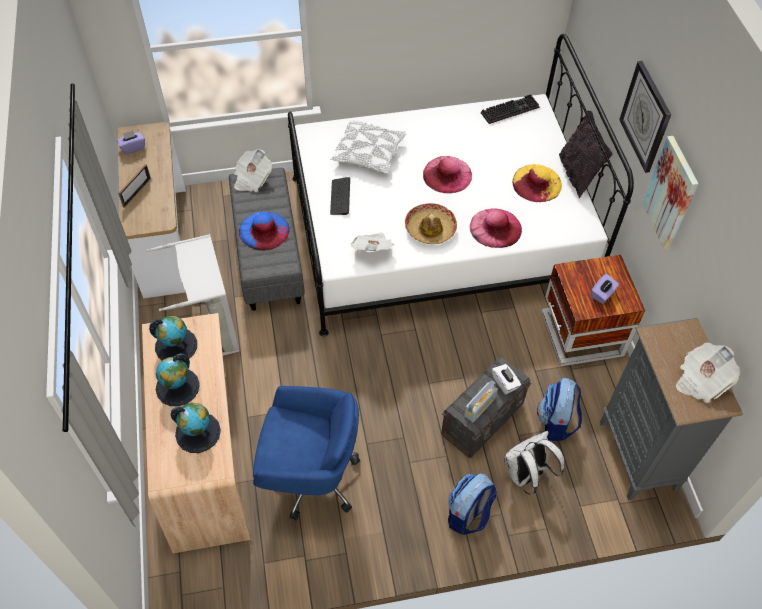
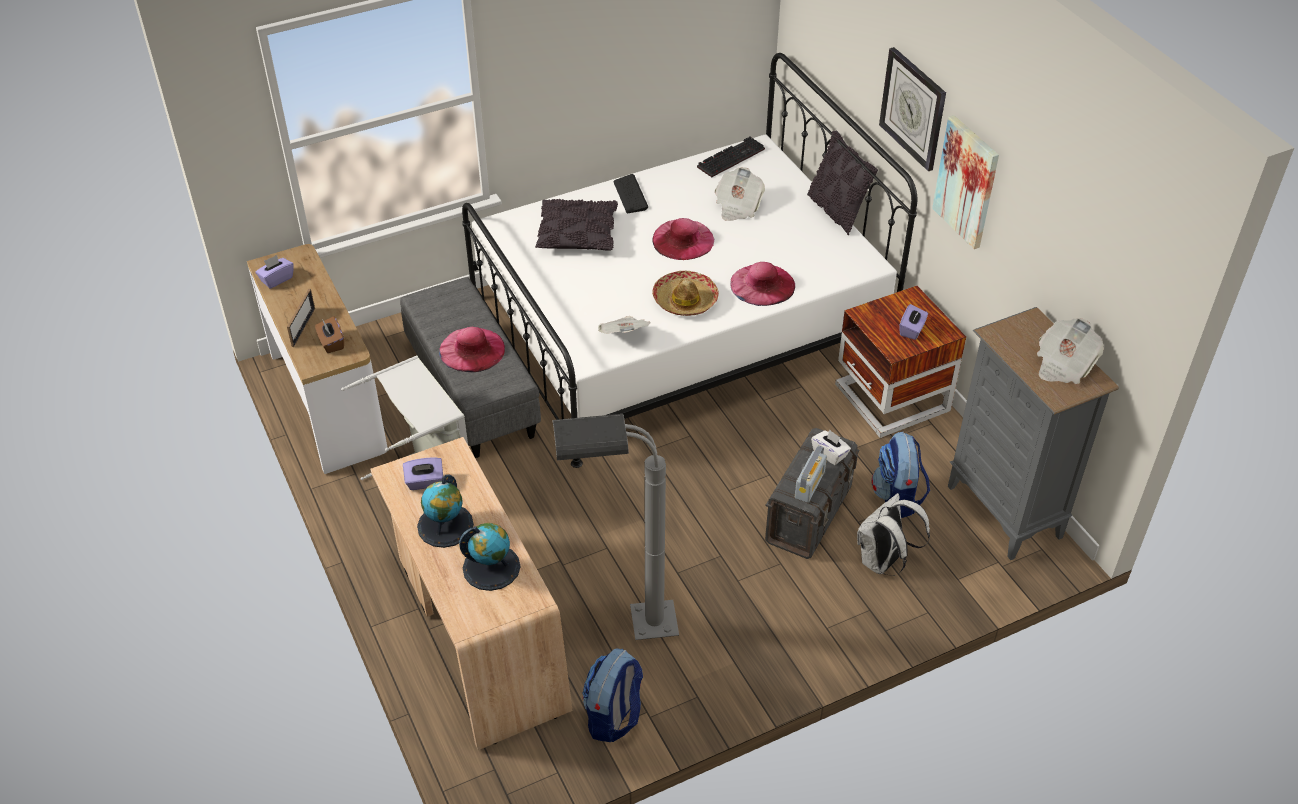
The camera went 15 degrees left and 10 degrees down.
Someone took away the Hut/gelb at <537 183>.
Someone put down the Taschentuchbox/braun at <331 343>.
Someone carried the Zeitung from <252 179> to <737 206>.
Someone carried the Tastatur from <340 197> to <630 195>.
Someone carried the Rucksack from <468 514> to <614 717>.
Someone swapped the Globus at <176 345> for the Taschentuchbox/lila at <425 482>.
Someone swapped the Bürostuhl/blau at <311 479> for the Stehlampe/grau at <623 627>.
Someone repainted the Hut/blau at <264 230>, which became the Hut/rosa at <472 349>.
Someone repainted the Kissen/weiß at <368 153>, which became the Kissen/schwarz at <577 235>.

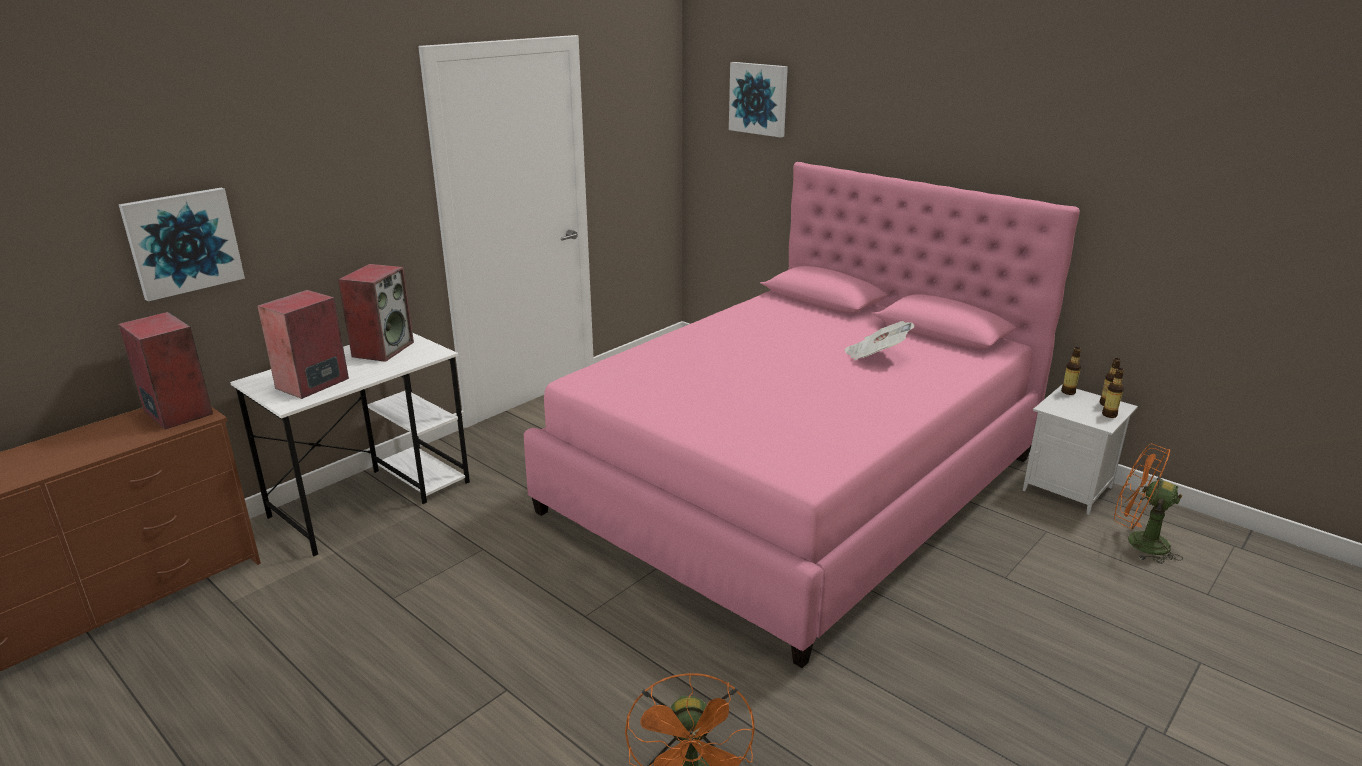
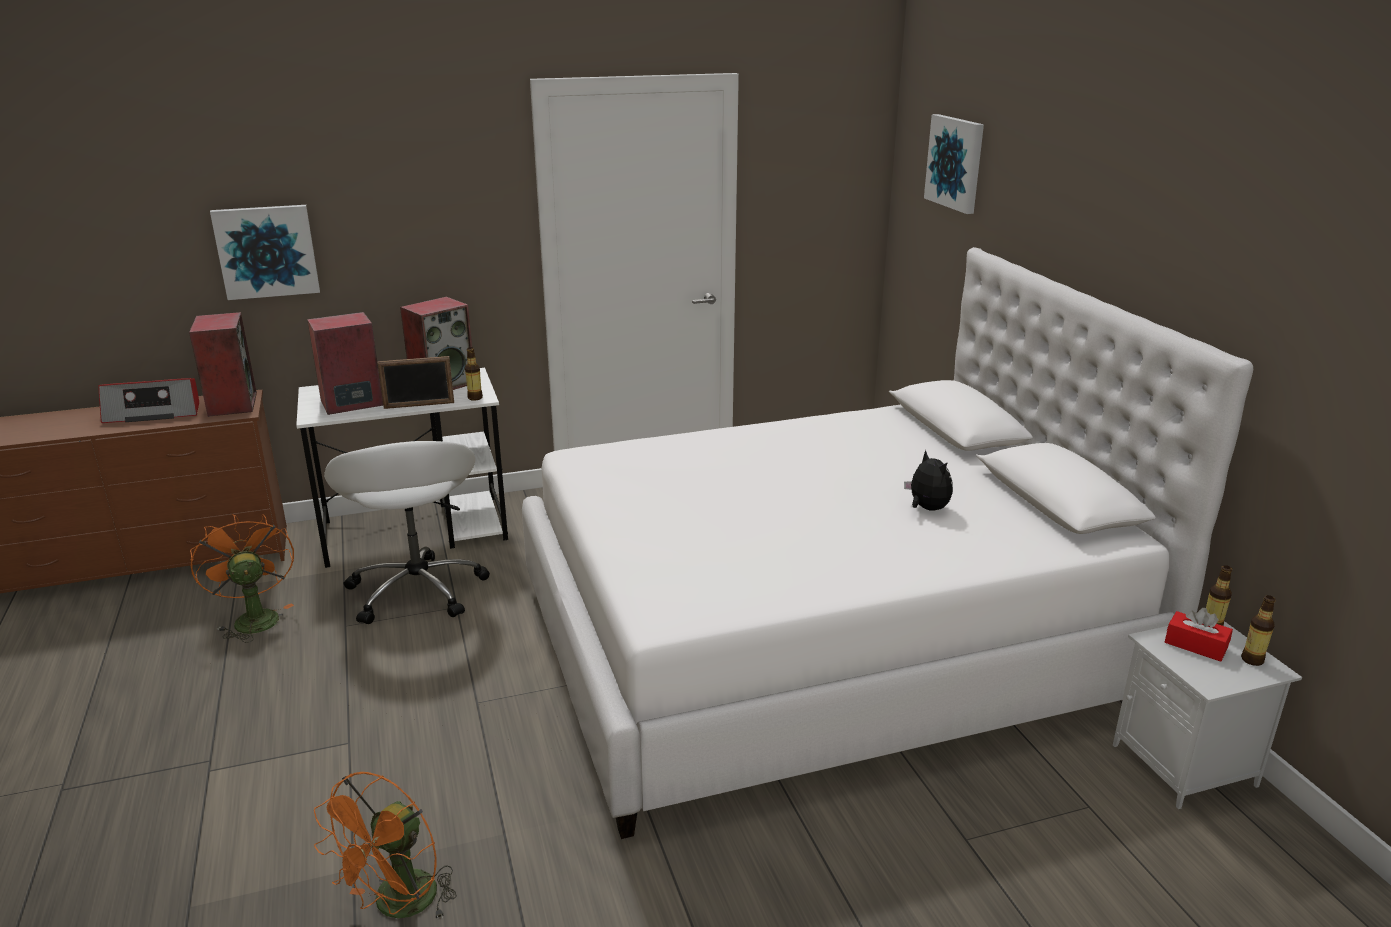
The camera went 30 degrees right and 0 degrees up.
Someone put down the Radio at <154 412>.
Someone put down the Bürostuhl/weiß at <417 593>.
Someone put down the Bilderrahmen at <419 405>.
Someone put down the Taschentuchbox/rot at <1195 645>.
Someone carried the Flasche from <1109 415> to <475 398>.
Someone carried the Ventilator/orange from <1138 542> to <253 617>.
Someone swapped the Zeitung at <875 356> for the Plüschtier at <926 508>.
Someone repainted the Bett/rosa at <794 484>, which became the Bett/weiß at <822 642>.

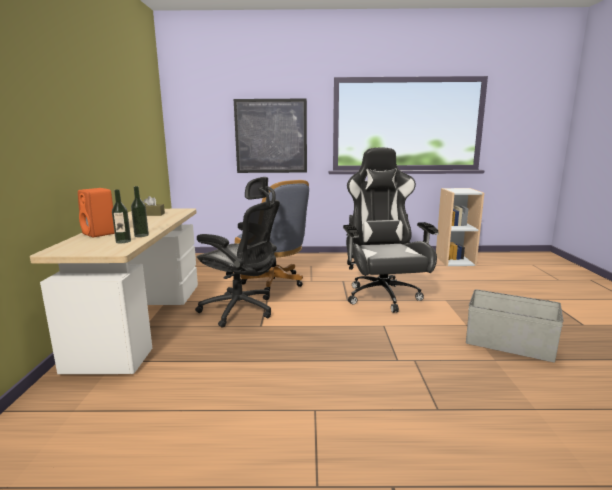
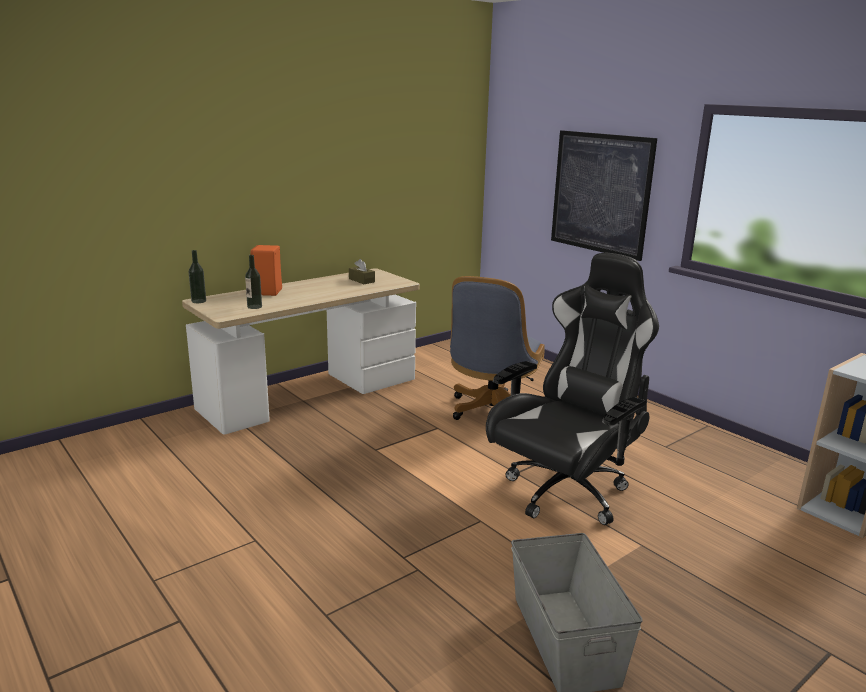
The camera went 50 degrees right and 5 degrees up.
Someone took away the Bürostuhl at <241 310>.
Someone carried the Flasche from <141 235> to <198 301>.

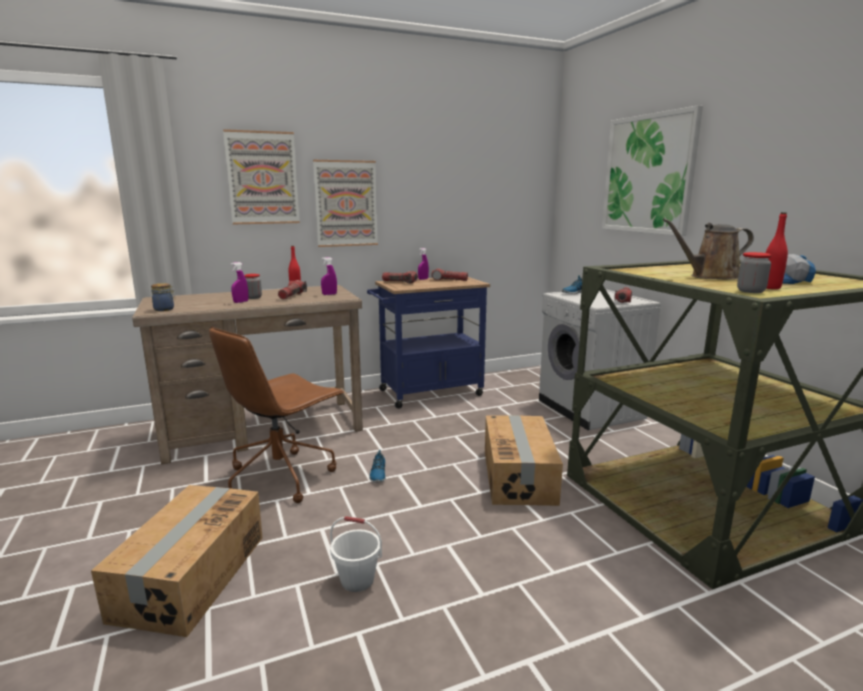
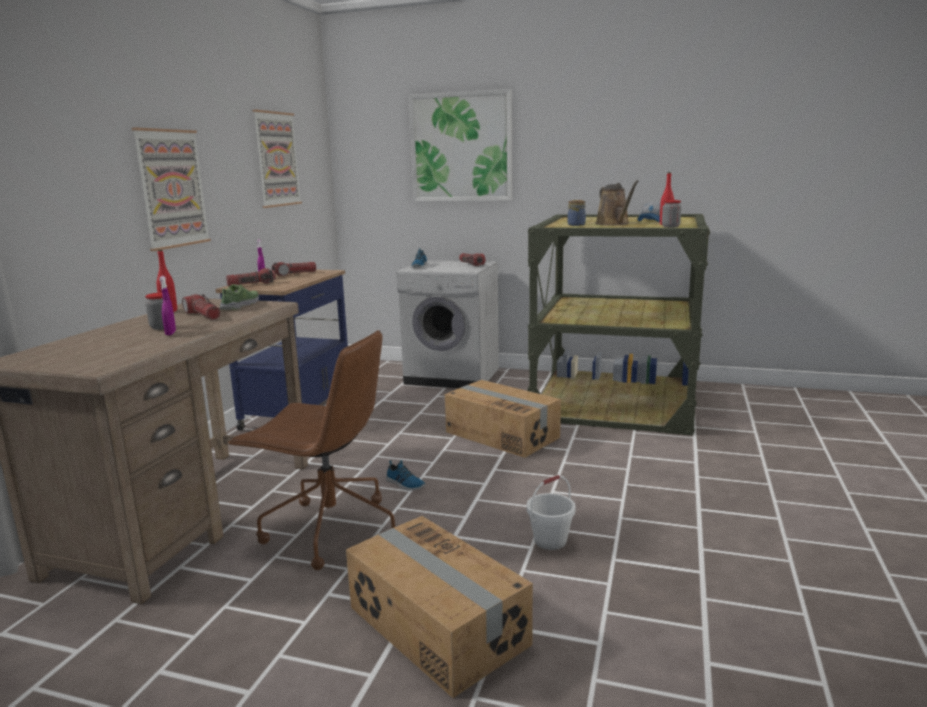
The camera went 50 degrees left and 0 degrees up.
Someone carried the Vorratsglas from <165 309> to <576 225>.
Someone carried the Bild from <262 178> to <277 159>.
Someone swapped the Sprühflasche/lila at <329 294> for the Schuh at <241 306>.
Someone rotated the Bürostuhl/braun at <284 476> by 60 degrees counterclockwise.
Someone rotated the Gießkanne/braun at <710 277> by 45 degrees counterclockwise.

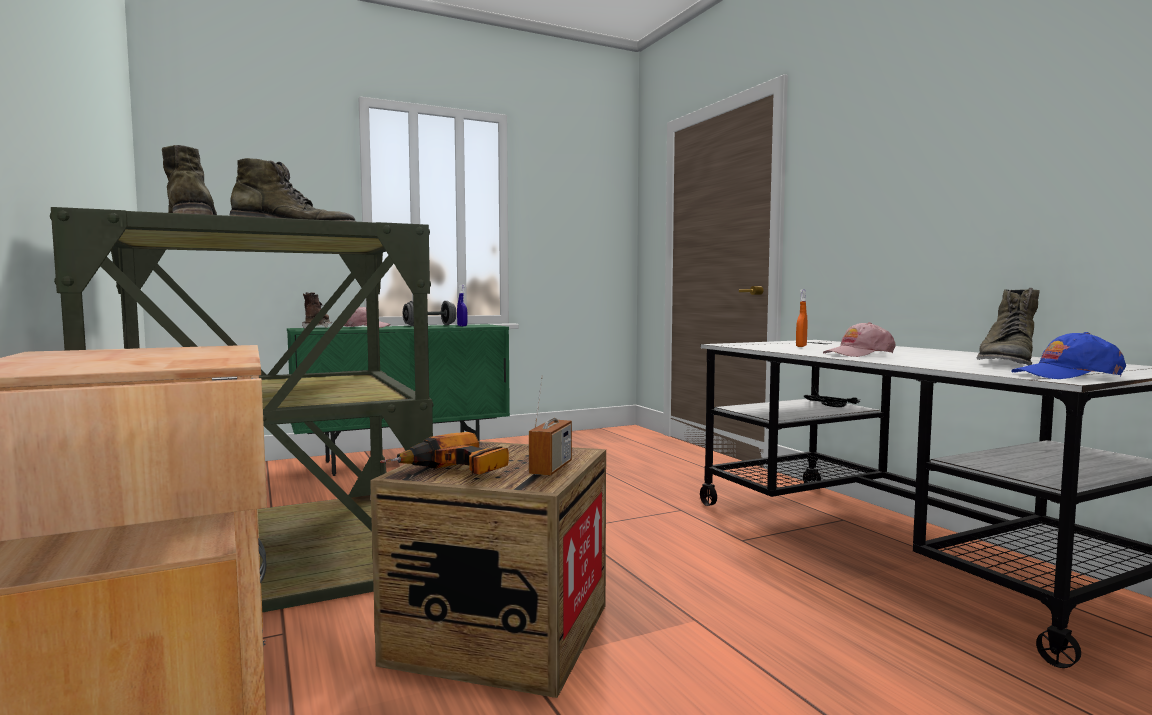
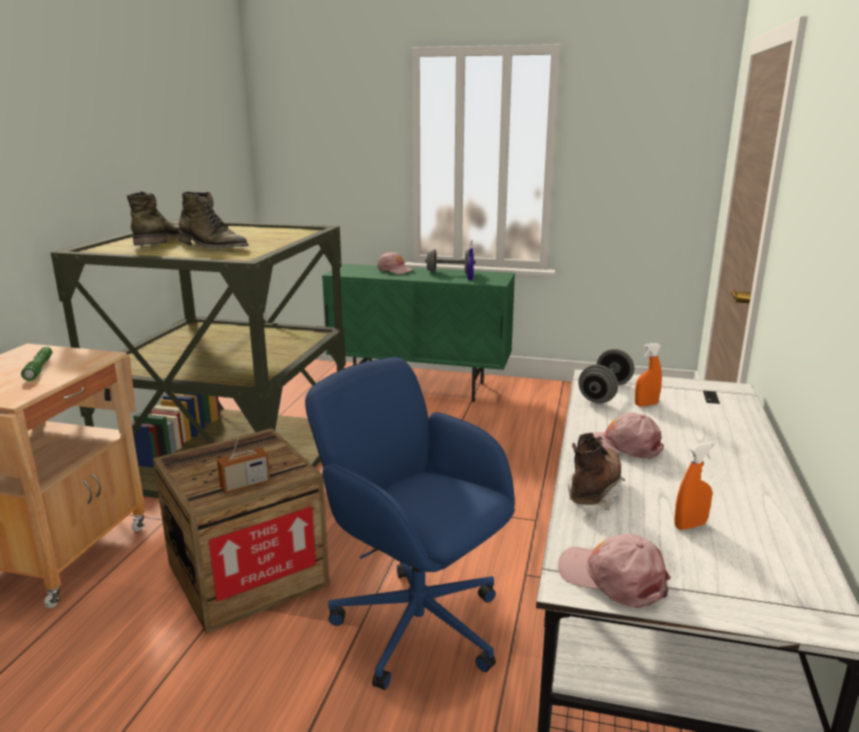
The camera went 40 degrees right and 15 degrees up.
Someone took away the Bohrmaschine at <453 471>.
Someone put down the Taschenlampe/grün at <39 369>.
Someone put down the Bürostuhl/blau at <417 625>.
Someone put down the Hantel/grau at <605 393>.
Someone carried the Stiefel/braun from <317 328> to <594 492>.
Someone swapped the Stiefel/grün at <1006 363> for the Sprühflasche/orange at <690 525>.
Someone repainted the Kappe/blau at <1066 375>, which became the Kappe/rosa at <613 578>.

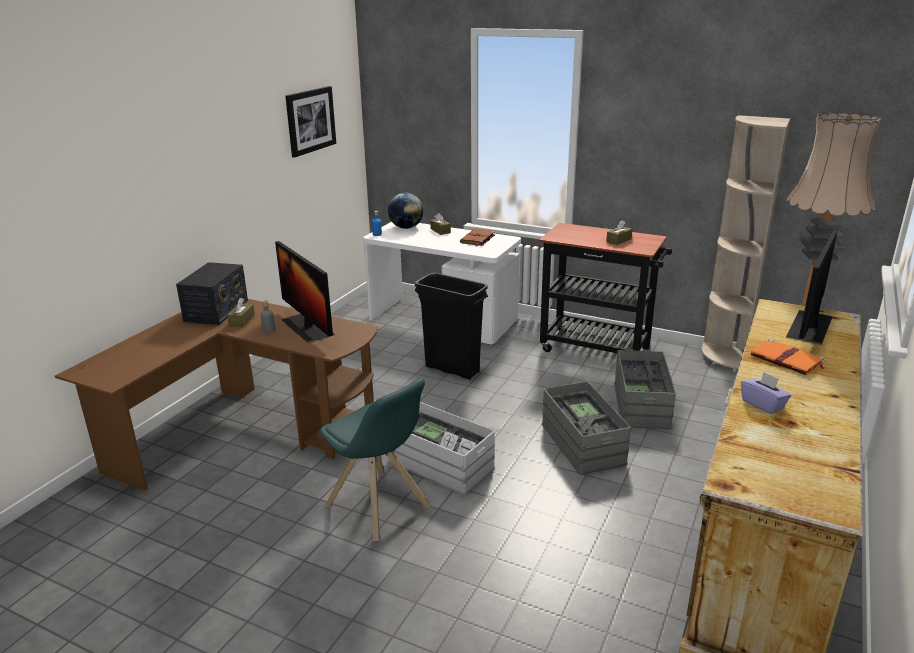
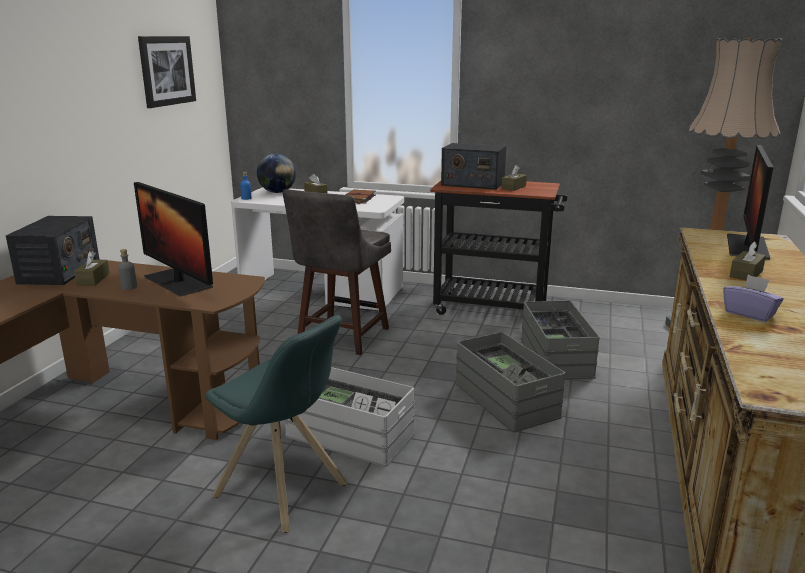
The camera went 10 degrees left and 5 degrees down.
Someone took away the Bücherregal/beige at <723 361>.
Someone put down the Radio at <472 184>.
Someone swapped the Mülleimer/schwarz at <451 369> for the Hocker/grau at <341 337>.
Someone swapped the Buch/orange at <787 360> for the Taschentuchbox/braun at <746 274>.

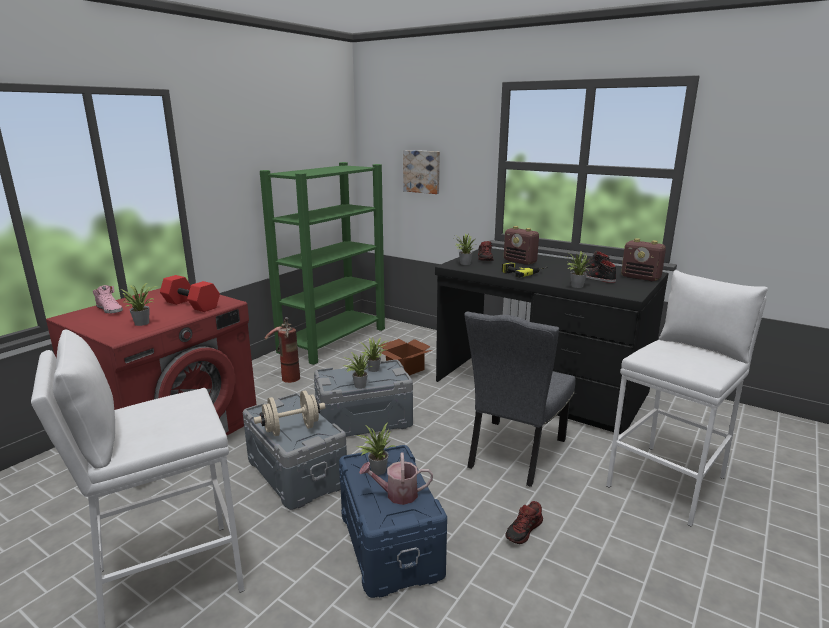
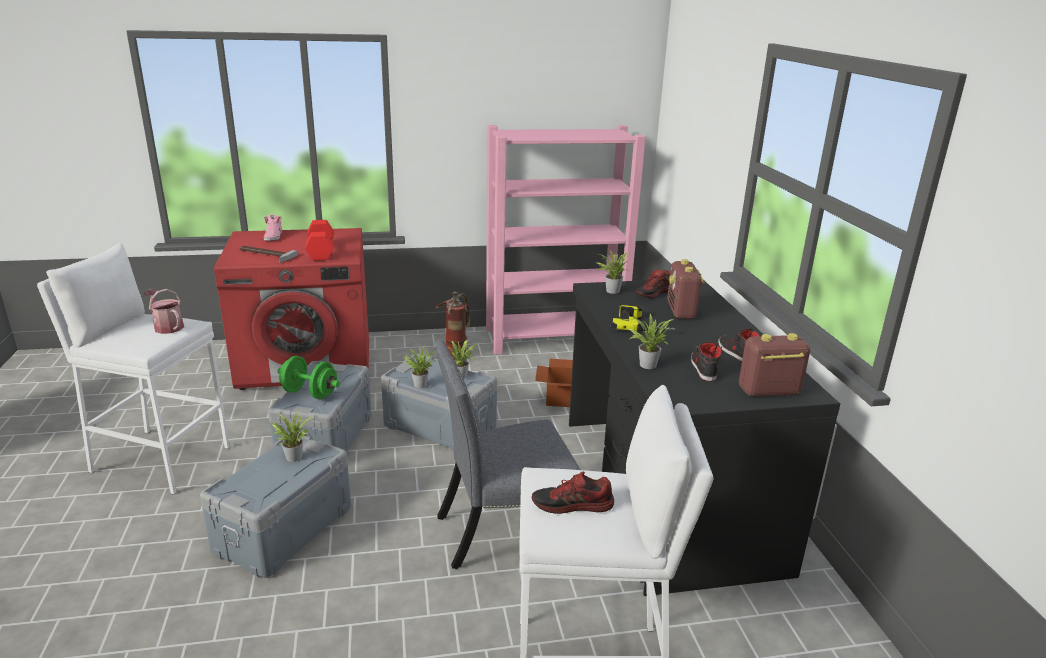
The camera went 45 degrees right and 5 degrees up.
Someone took away the Bild at <422 171>.
Someone carried the Gießkanne from <397 494> to <167 326>.
Someone carried the Schuh from <524 530> to <572 505>.
Someone swapped the Topfpflanze at <142 322> for the Hammer at <264 255>.
Someone repainted the Hantel/beige at <291 429>, which became the Hantel/grün at <309 393>.
Someone repainted the Bücherregal/grün at <333 340>, which became the Bücherregal/rosa at <554 337>.
Someone repainted the Aufbewahrungsbox/blau at <388 544>, which became the Aufbewahrungsbox/grau at <283 529>.
Someone rotated the Radio at <641 278> by 90 degrees clockwise.

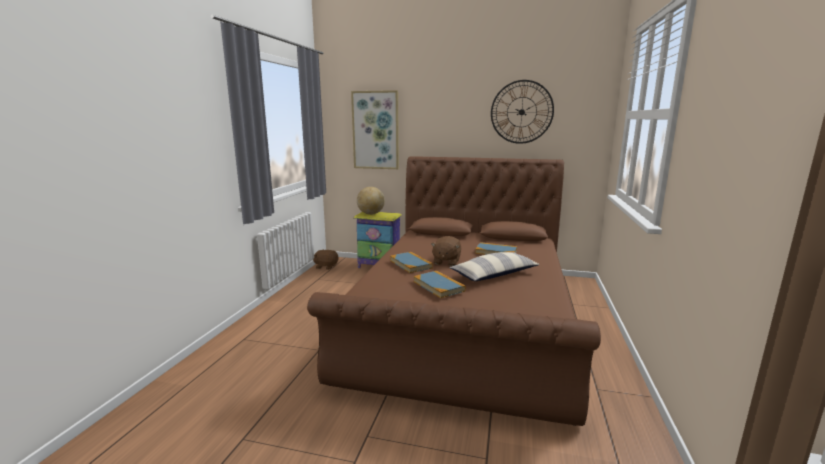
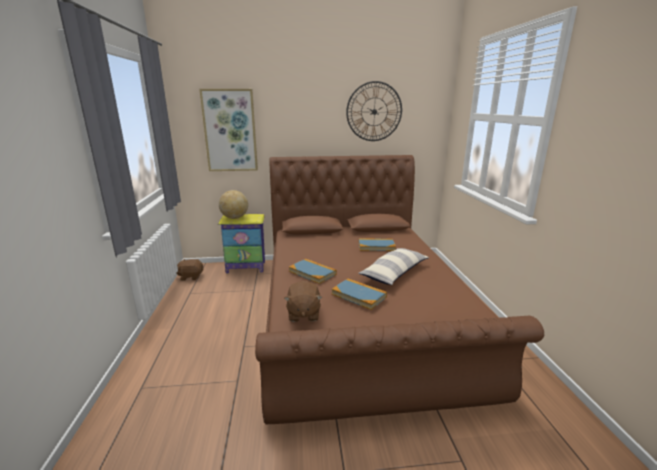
The camera went 20 degrees left and 5 degrees up.
Someone carried the Plüschtier/braun from <446 262> to <303 314>.

